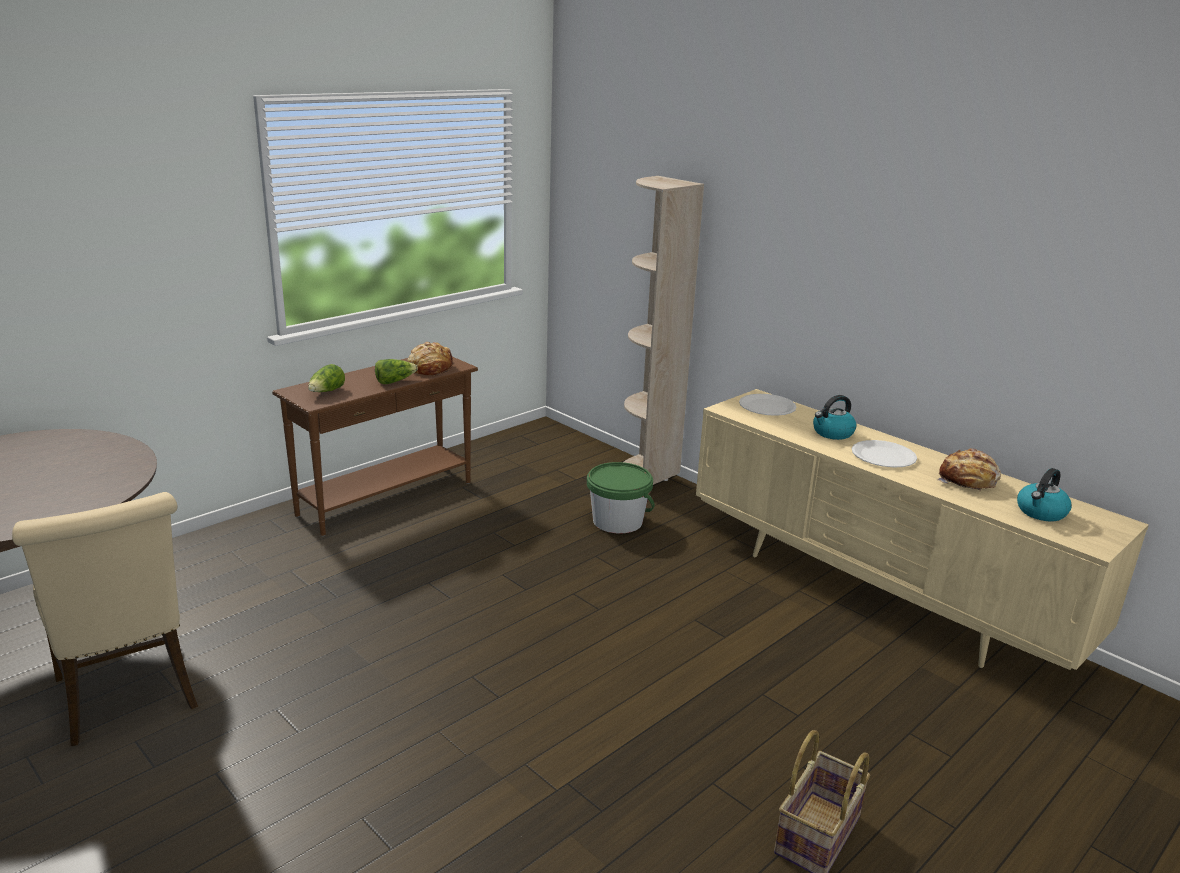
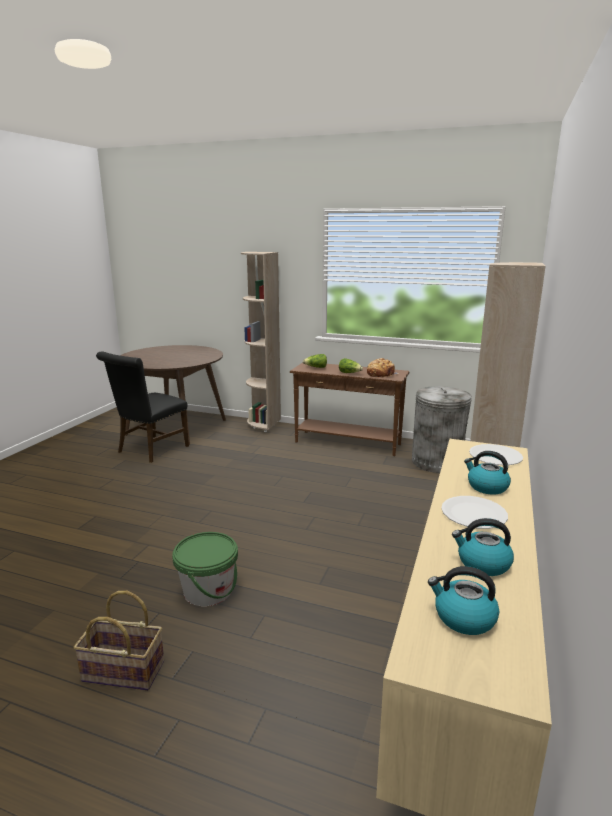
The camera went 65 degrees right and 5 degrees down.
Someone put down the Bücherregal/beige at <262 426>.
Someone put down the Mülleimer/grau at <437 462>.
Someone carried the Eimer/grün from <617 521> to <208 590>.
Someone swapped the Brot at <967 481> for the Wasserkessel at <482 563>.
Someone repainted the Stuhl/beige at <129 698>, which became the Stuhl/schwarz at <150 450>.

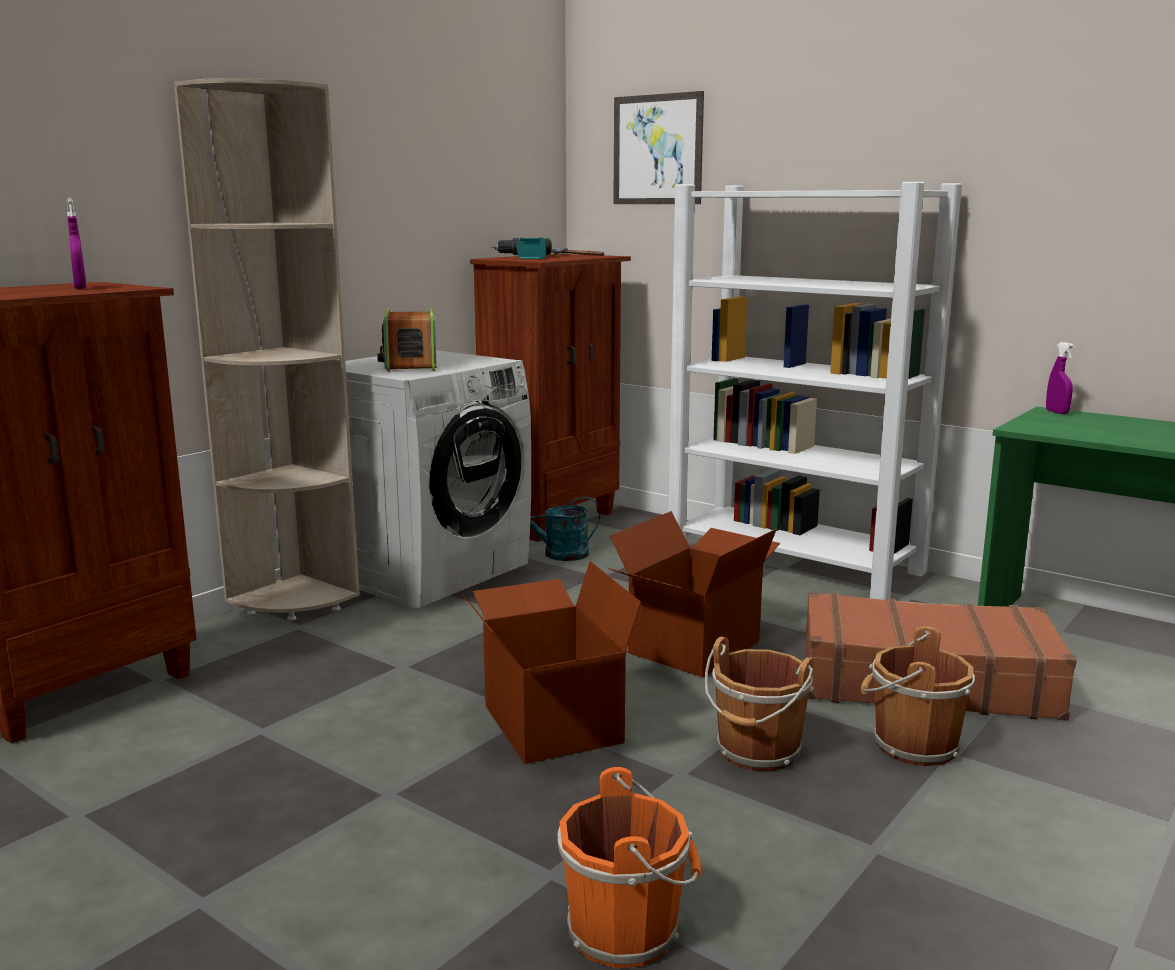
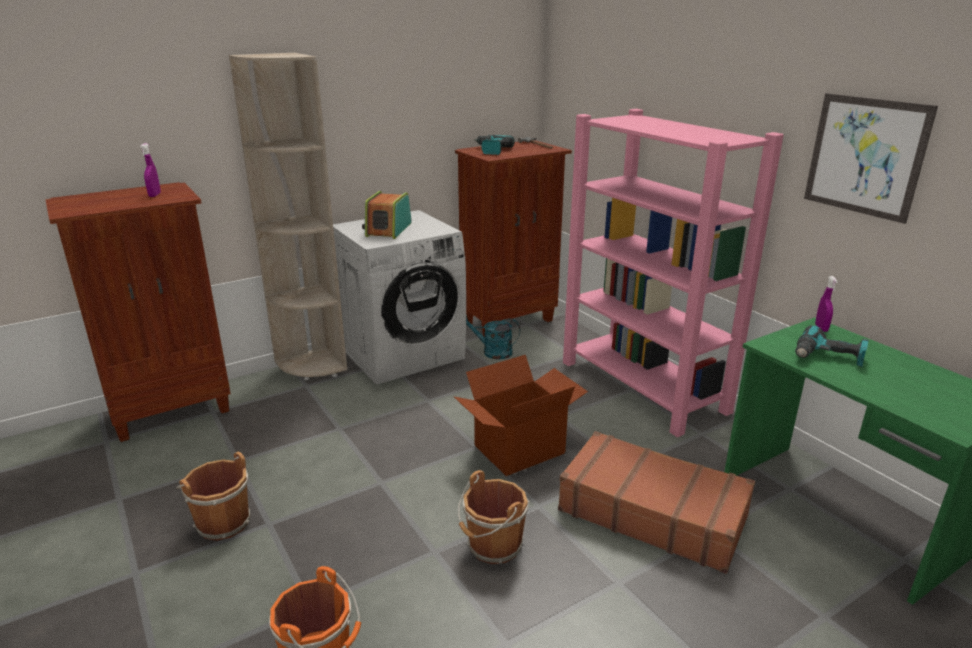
The camera went 20 degrees right and 10 degrees up.
Someone took away the Karton at <549 724>.
Someone put down the Bohrmaschine at <828 357>.
Someone carried the Bild from <657 150> to <865 156>.
Someone carried the Eimer/braun from <911 745> to <222 522>.
Someone repainted the Bücherregal/weiß at <793 562>, which became the Bücherregal/rosa at <642 386>.

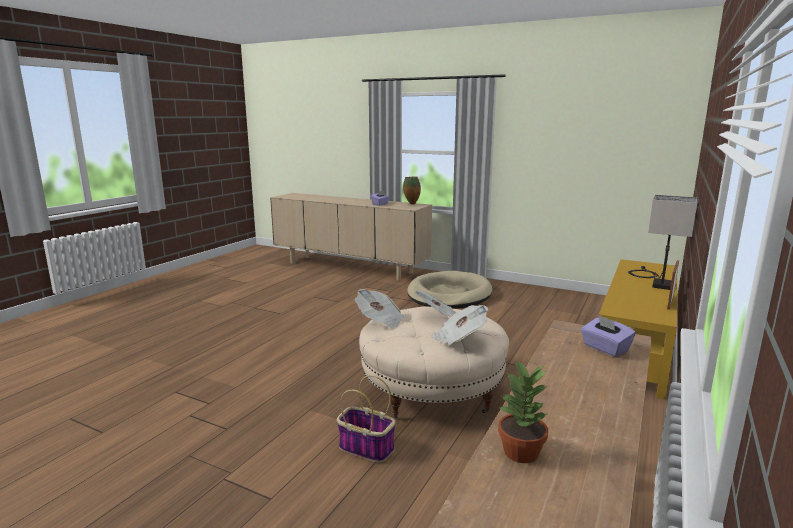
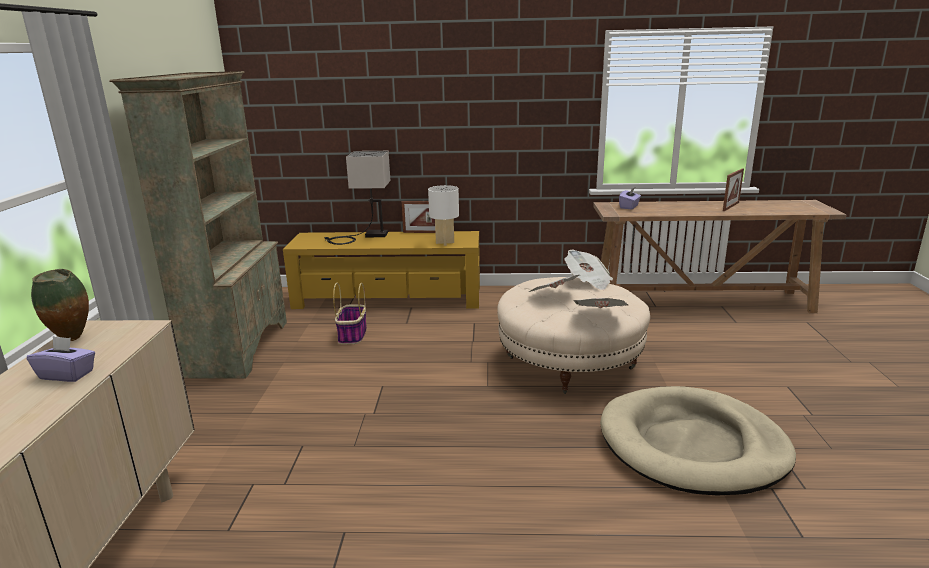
The camera went 115 degrees left and 5 degrees up.
Someone took away the Topfpflanze at <521 453>.
Someone put down the Bücherregal/grün at <238 347>.
Someone put down the Tischlampe/weiß at <445 243>.
Someone put down the Bilderrahmen at <731 206>.
Someone carried the Korb from <365 448> to <352 335>.
Someone carried the Hundebett/beige from <449 295> to <692 445>.

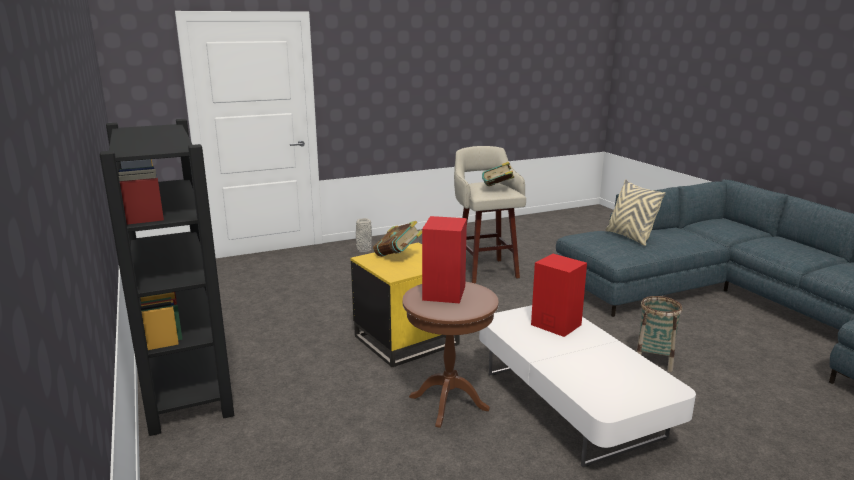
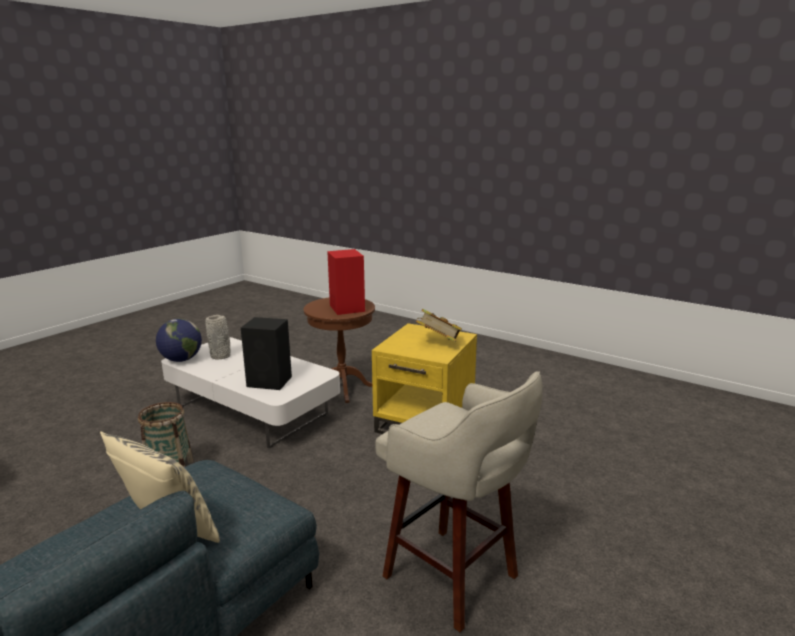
The camera went 150 degrees right and 0 degrees up.
Someone took away the Bücherregal/schwarz at <185 381>.
Someone took away the Buch at <498 189>.
Someone put down the Globus at <181 360>.
Someone carried the Vase/grau from <363 250> to <221 356>.
Someone repainted the Lautsprecher/rot at <555 324>, which became the Lautsprecher/schwarz at <270 381>.

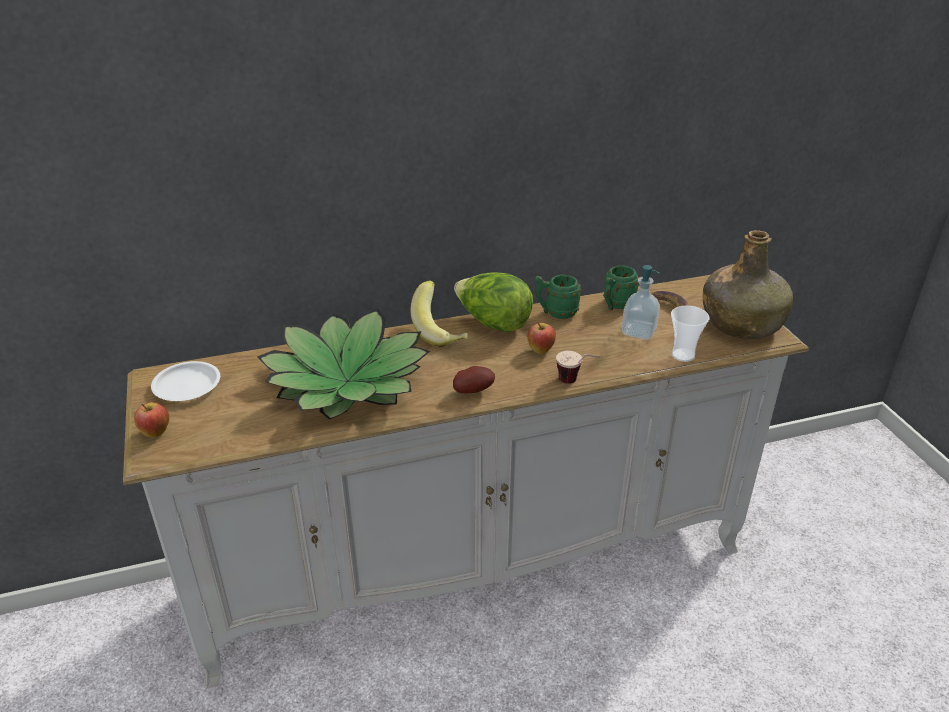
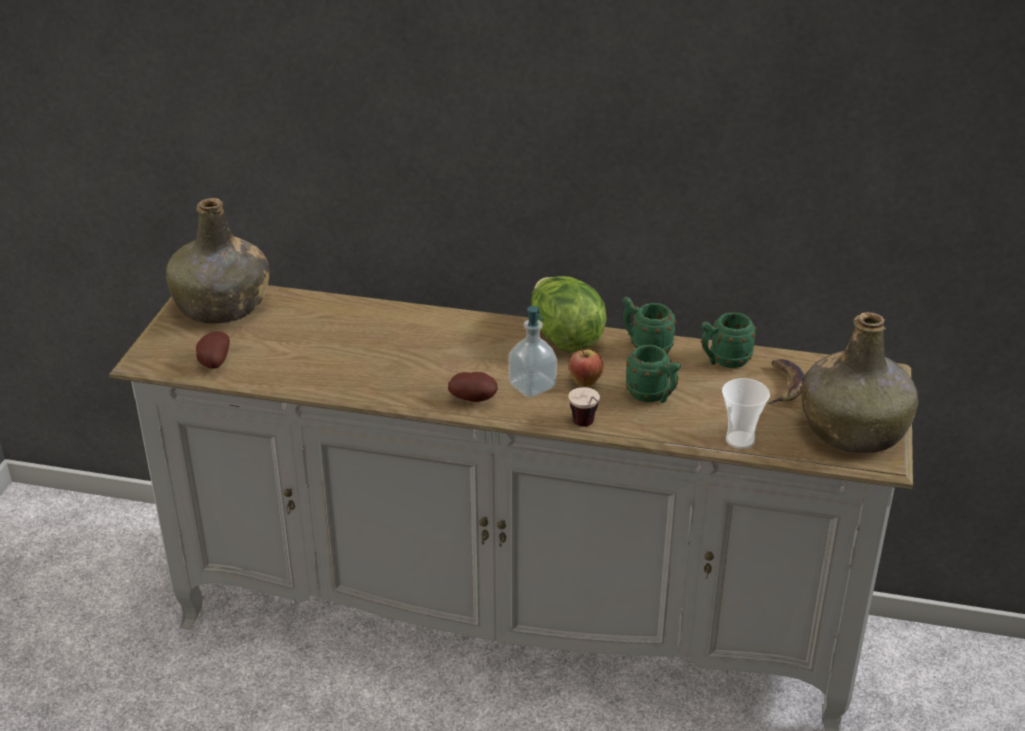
The camera went 30 degrees right and 0 degrees up.
Someone took away the Apfel at <155 433>.
Someone took away the Topfpflanze at <347 381>.
Someone took away the Banane at <441 331>.
Someone put down the Kartoffel at <213 363>.
Someone put down the Henkelbecher/grün at <652 396>.
Someone carried the Seifenspender from <638 332> to <532 386>.
Someone swapped the Teller/weiß at <187 386> for the Flasche/grün at <222 306>.

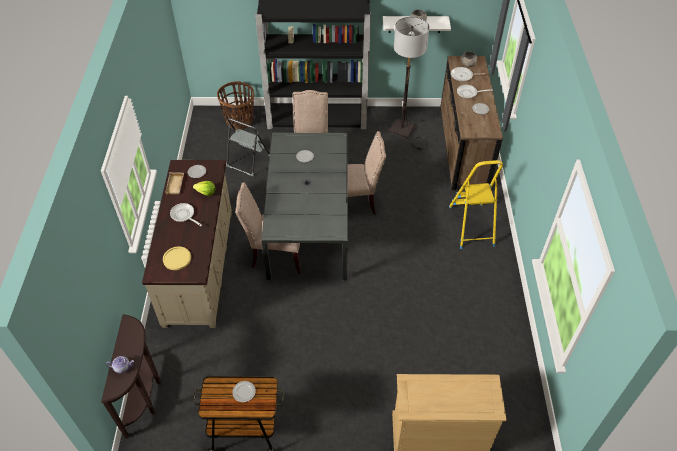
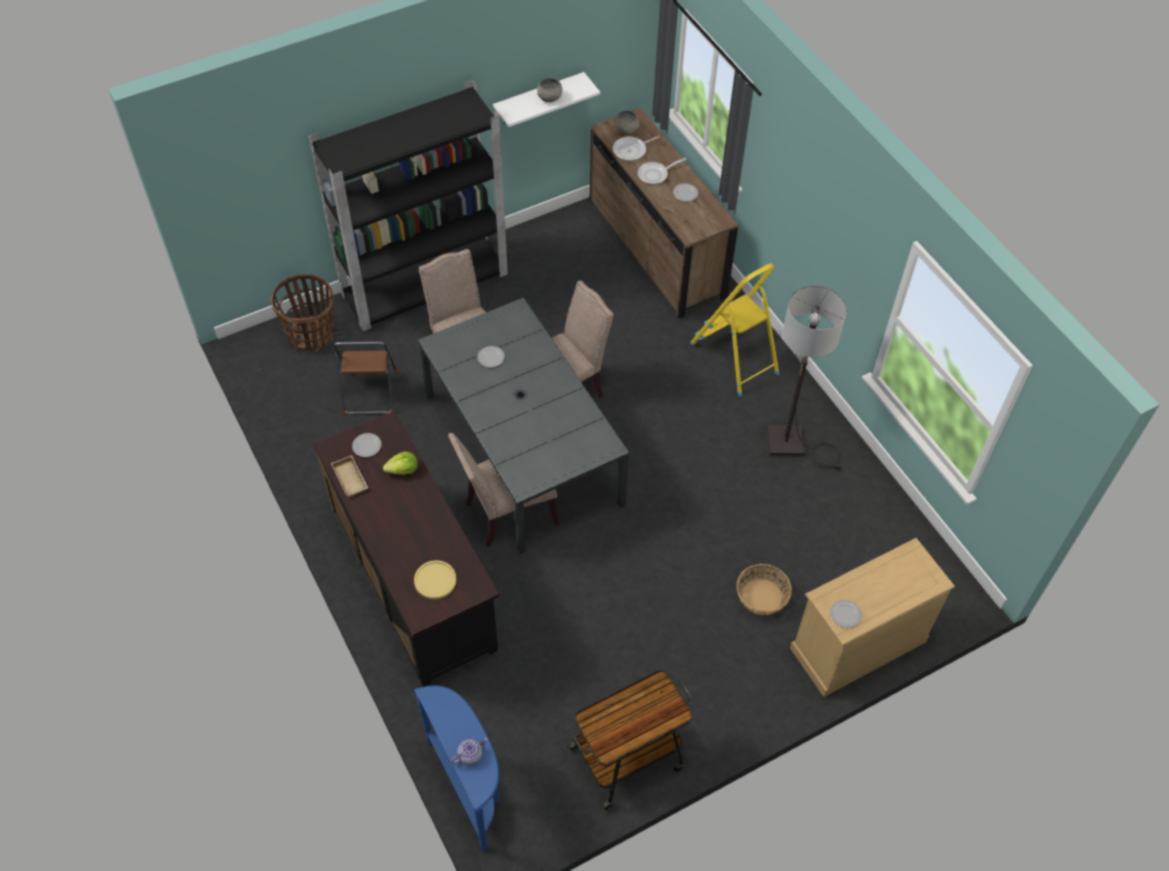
The camera went 30 degrees left and 5 degrees up.
Someone took away the Pfanne at <184 215>.
Someone put down the Korb at <761 597>.
Someone carried the Teller from <244 392> to <845 614>.
Someone carried the Stehlampe from <407 134> to <797 446>.
Someone repainted the Konsolentisch/braun at <145 396>, which became the Konsolentisch/blau at <469 786>.
Someone repainted the Schrank/beige at <199 266>, which became the Schrank/schwarz at <413 579>.
Someone repainted the Trittleiter/grau at <247 161>, which became the Trittleiter/braun at <369 394>.

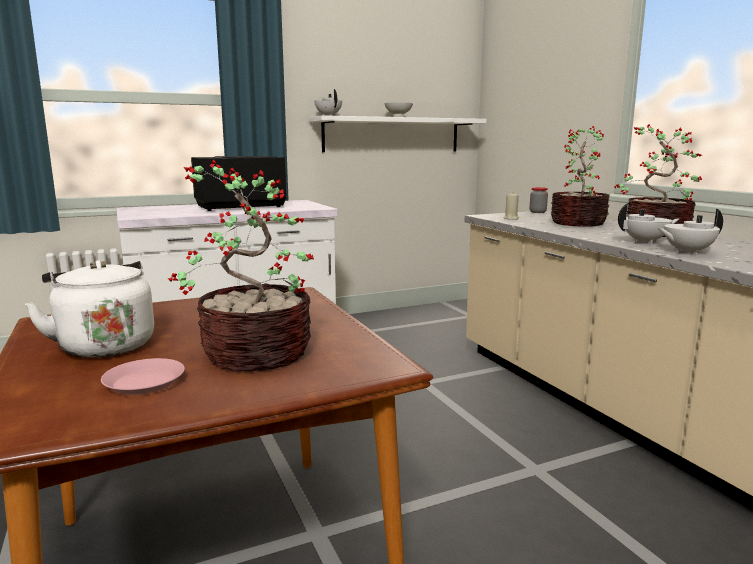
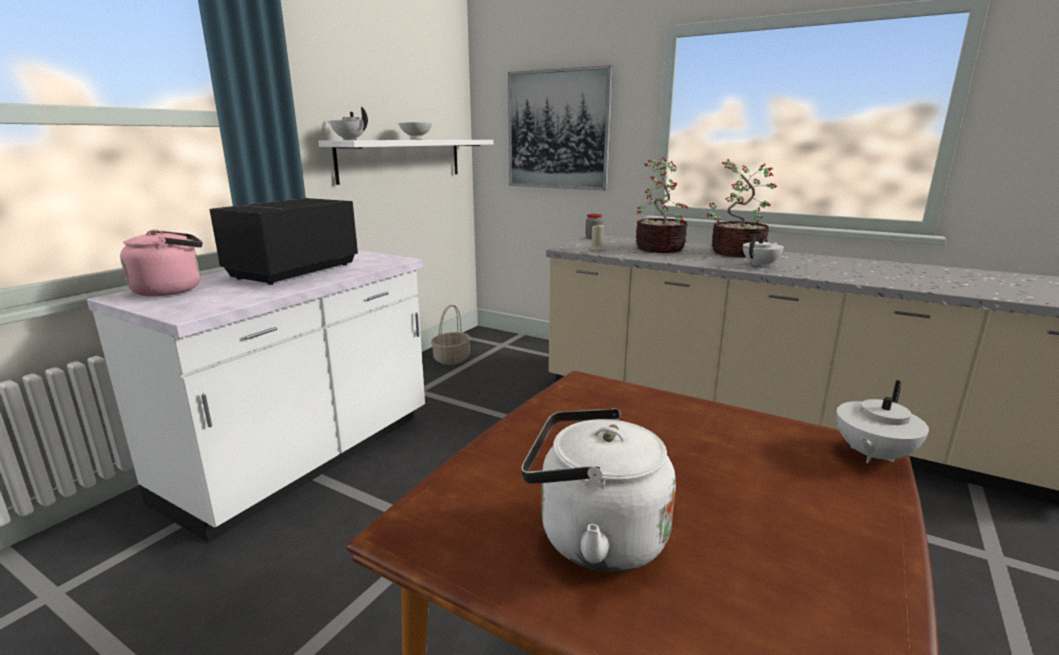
The camera went 35 degrees left and 5 degrees up.
Someone took away the Teller/rosa at <145 382>.
Someone took away the Topfpflanze at <253 353>.
Someone put down the Wasserkessel/rosa at <172 290>.
Someone put down the Korb at <451 359>.
Someone put up the Bild at <558 130>.
Someone carried the Teekanne/weiß from <687 252> to <871 455>.

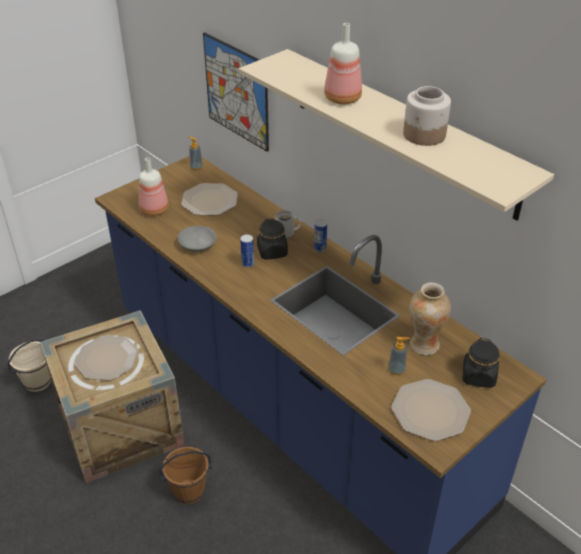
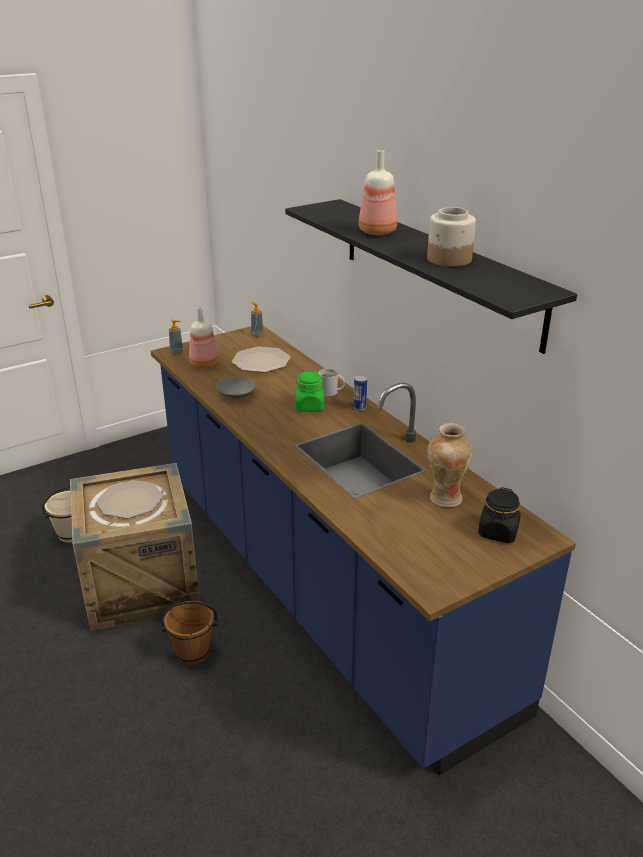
The camera went 10 degrees right and 10 degrees down.
Someone took away the Bild at <237 92>.
Someone took away the Dose at <247 264>.
Someone took away the Teller at <429 411>.
Someone carried the Seifenspender from <396 370> to <177 352>.
Someone repainted the Wandregal/beige at <401 131>, which became the Wandregal/schwarz at <437 269>.
Someone repainted the Vorratsglas/schwarz at <272 252>, which became the Vorratsglas/grün at <309 406>.

